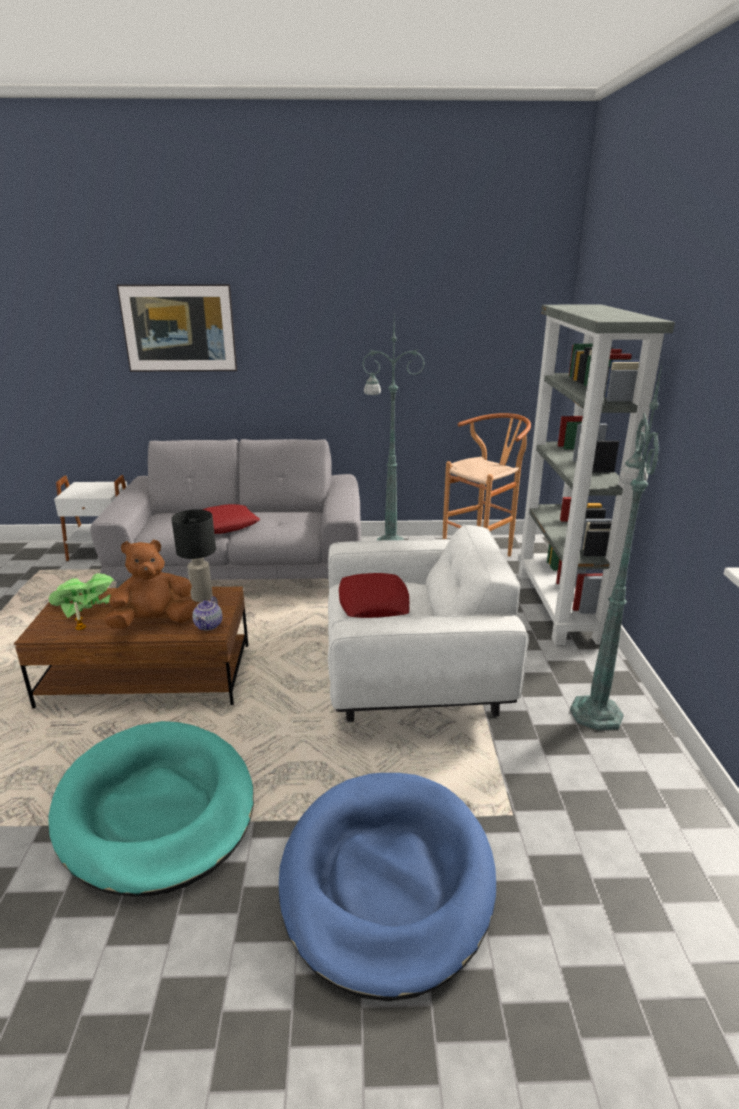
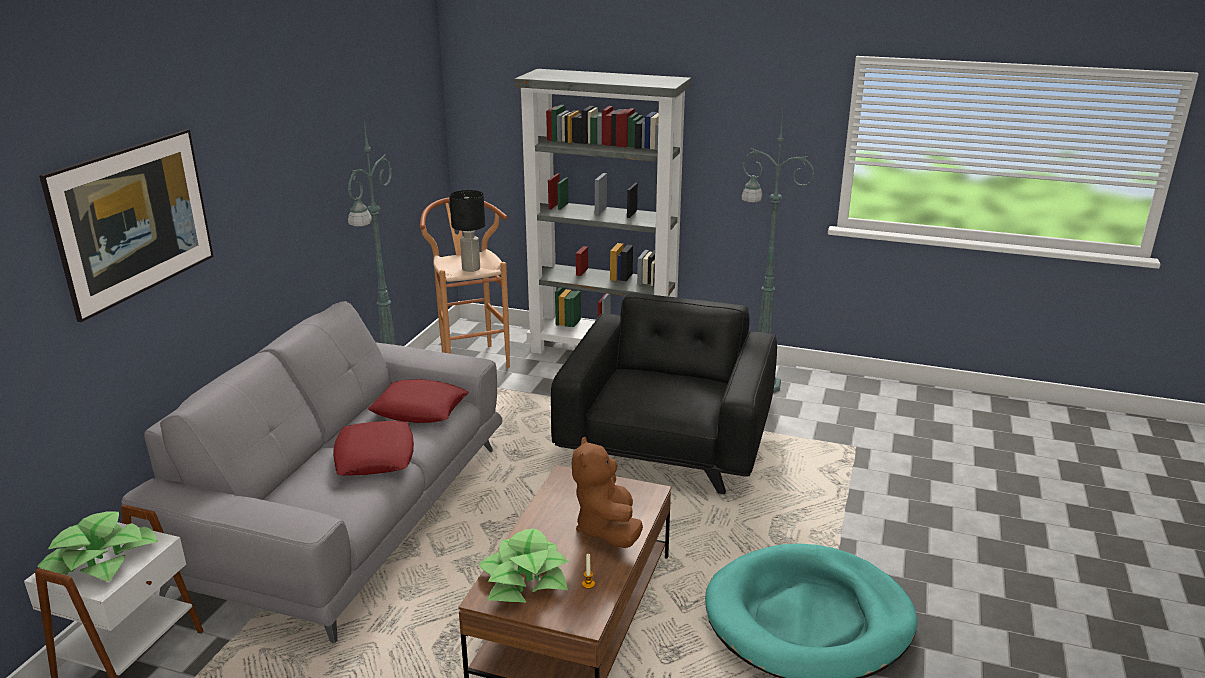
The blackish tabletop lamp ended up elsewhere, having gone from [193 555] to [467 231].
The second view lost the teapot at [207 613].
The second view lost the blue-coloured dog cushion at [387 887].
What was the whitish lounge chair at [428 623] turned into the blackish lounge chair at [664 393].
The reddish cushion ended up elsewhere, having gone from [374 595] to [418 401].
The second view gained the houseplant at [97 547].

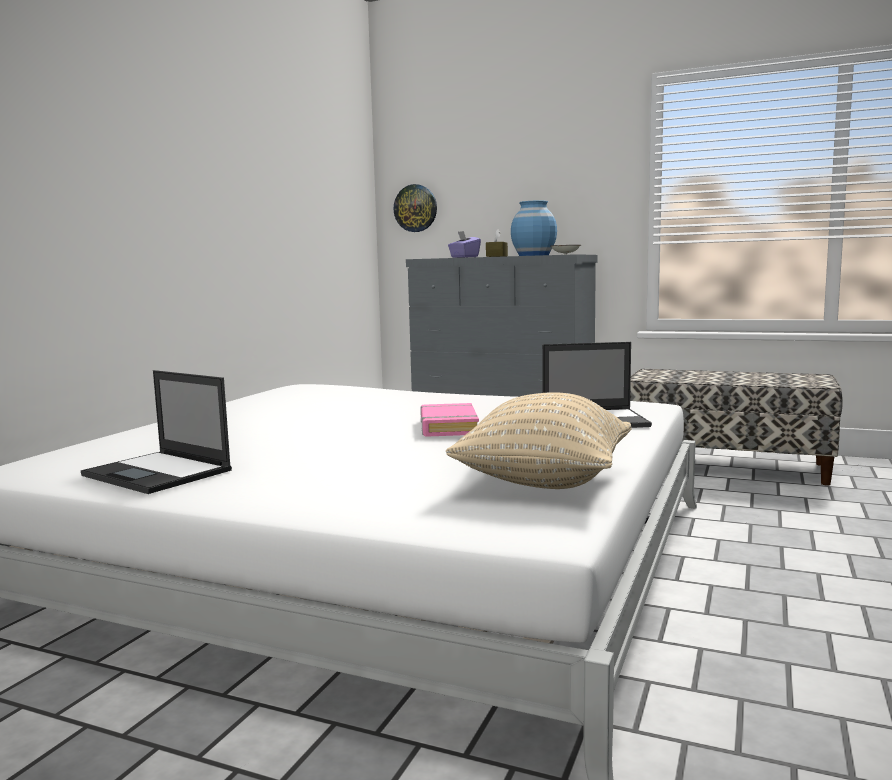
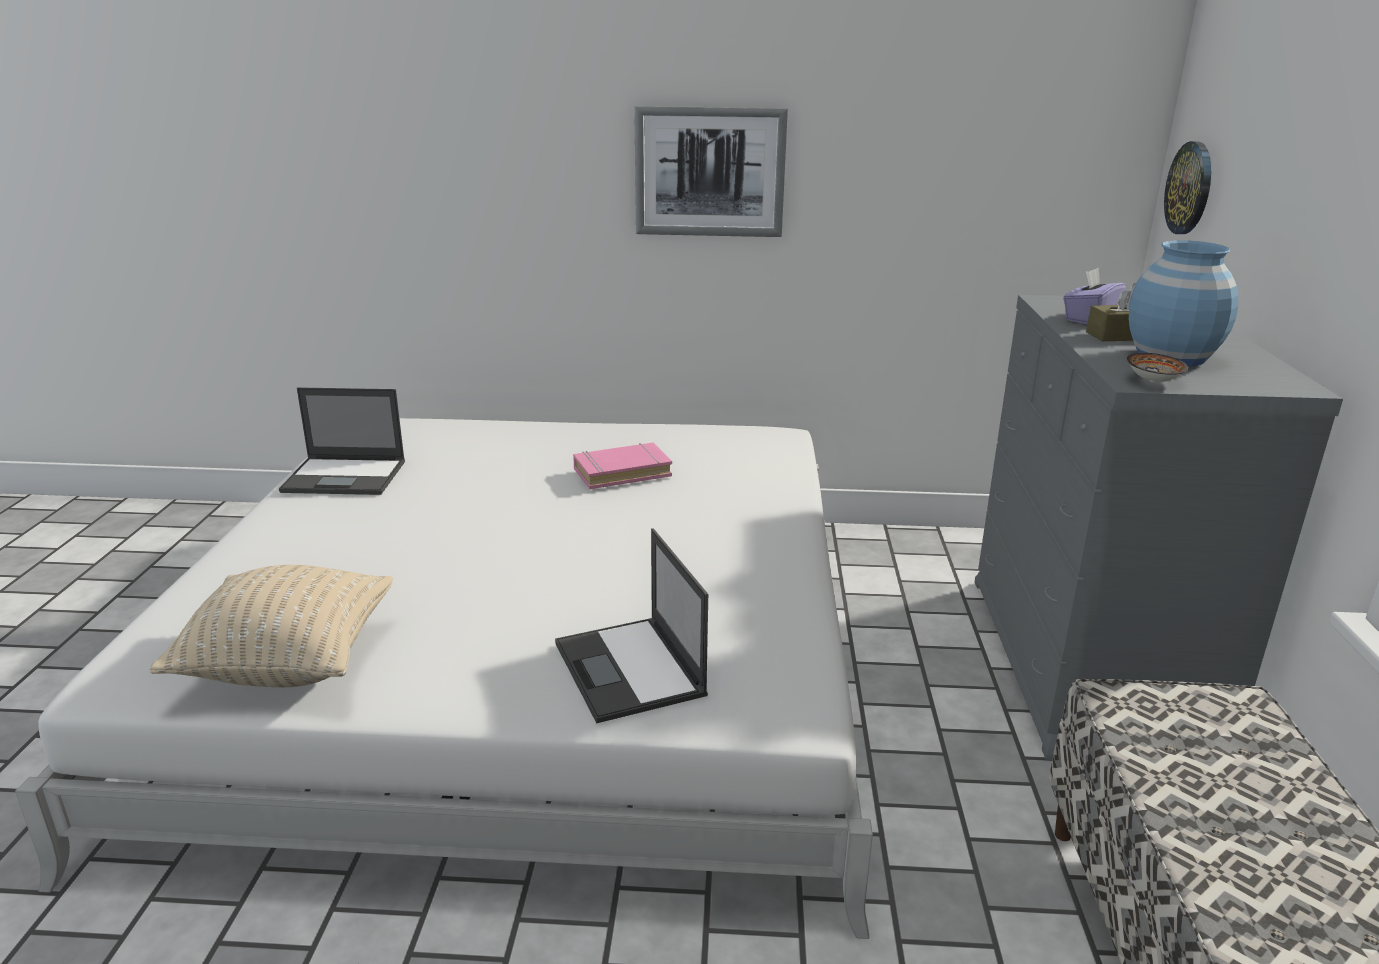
The laptop at [156 432] ended up facing another way, 105 degrees counterclockwise from before.
The pinkish volume ended up elsewhere, having gone from [449 420] to [622 466].
The second view gained the wall picture at [711 171].

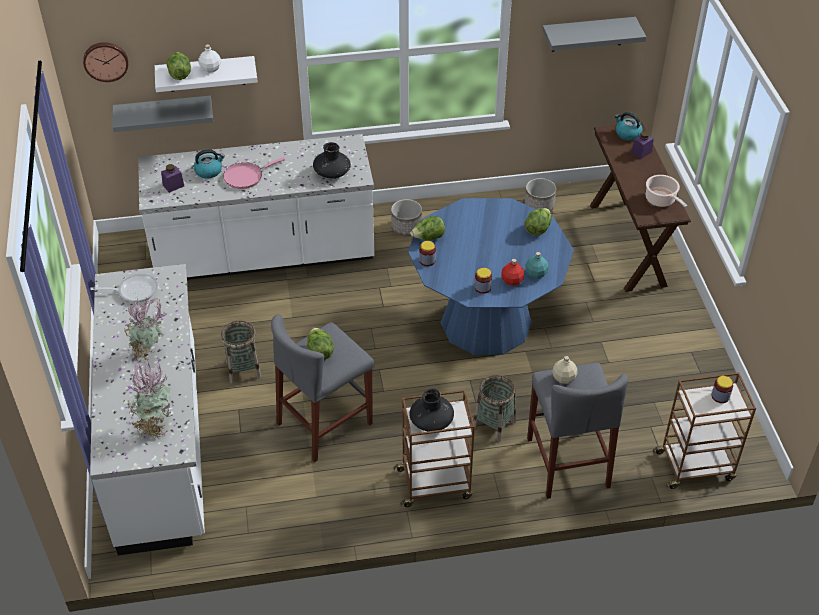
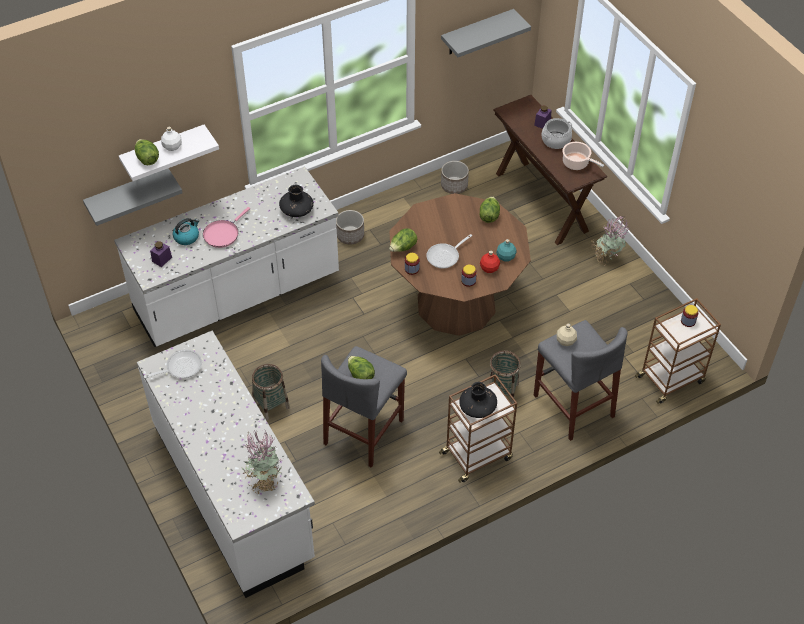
The second view lost the hanging clock at [105 62].
The houseplant ended up elsewhere, having gone from [145 330] to [610 241].
What was the blue-coloured dining table at [491 276] turned into the brownish dining table at [460 264].
The second view lost the kettle at [629 126].
The second view gained the pan at [449 251].
The second view gained the cooking pot at [556 133].

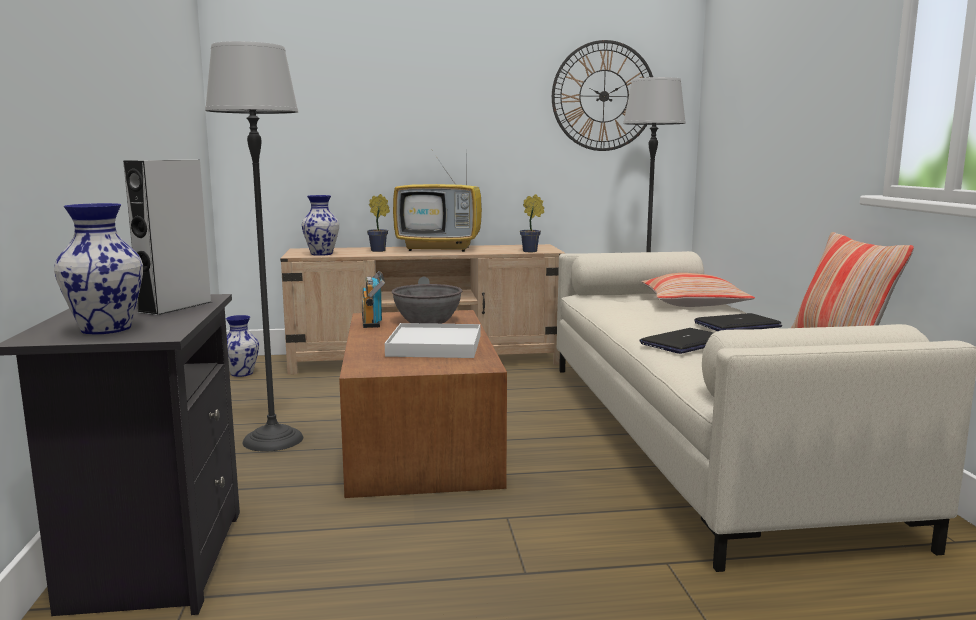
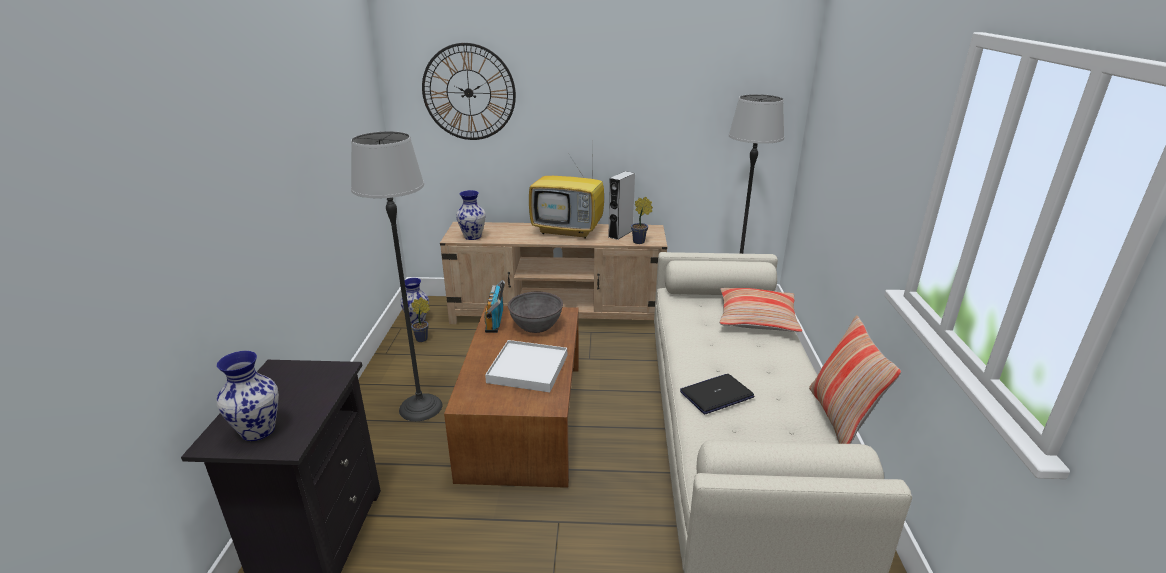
The grey speaker ended up elsewhere, having gone from [167 237] to [621 205].
The houseplant ended up elsewhere, having gone from [378 223] to [420 319].
The hanging clock ended up elsewhere, having gone from [602 95] to [469 91].
The second view lost the laptop at [738 322].

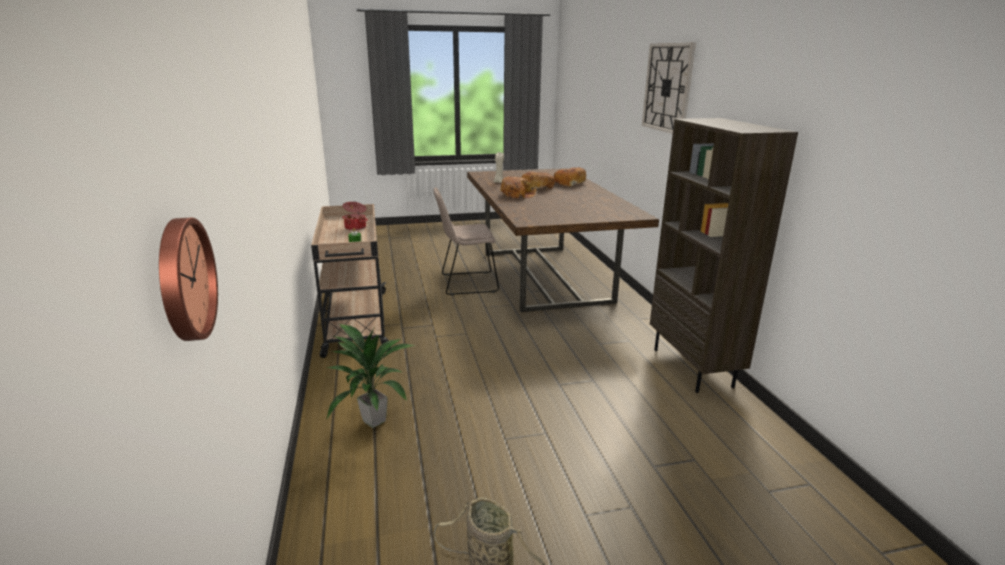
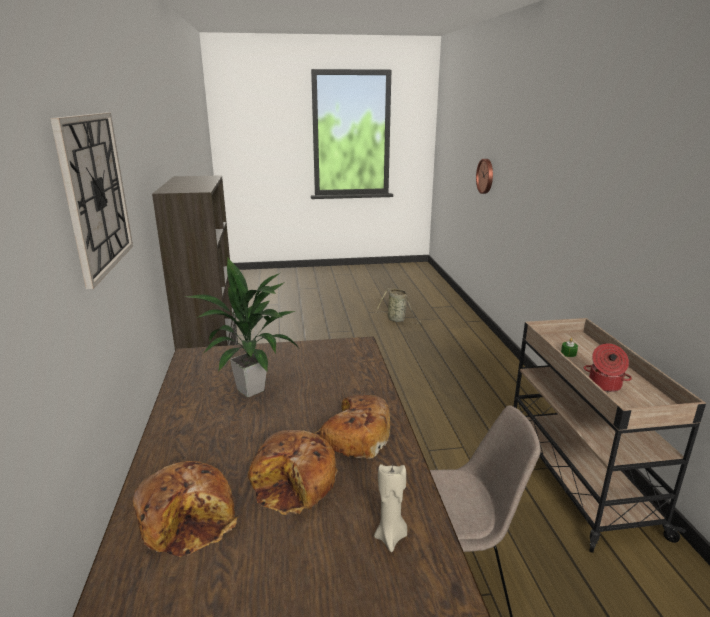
The houseplant ended up elsewhere, having gone from [370 376] to [240 327].

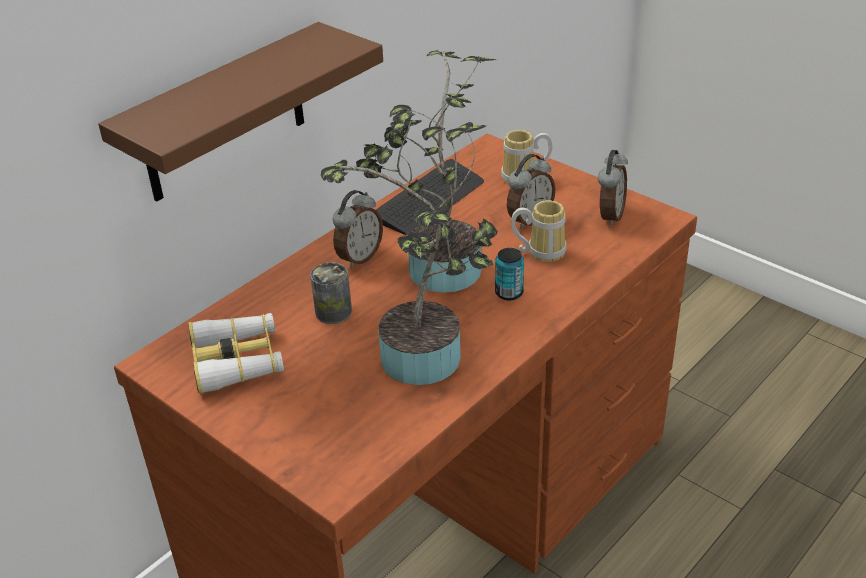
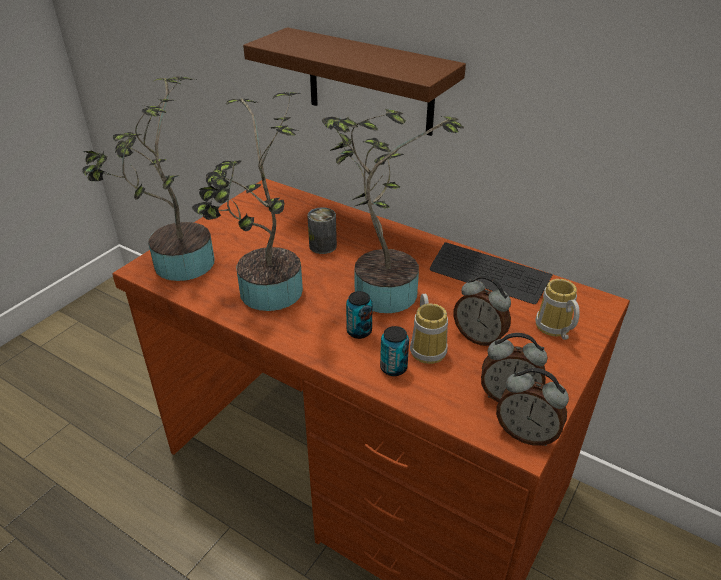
The second view lost the binoculars at [236 353].
The table clock ended up elsewhere, having gone from [358 229] to [532 407].
The second view gained the houseplant at [148 178].
The second view gained the metal can at [394 351].

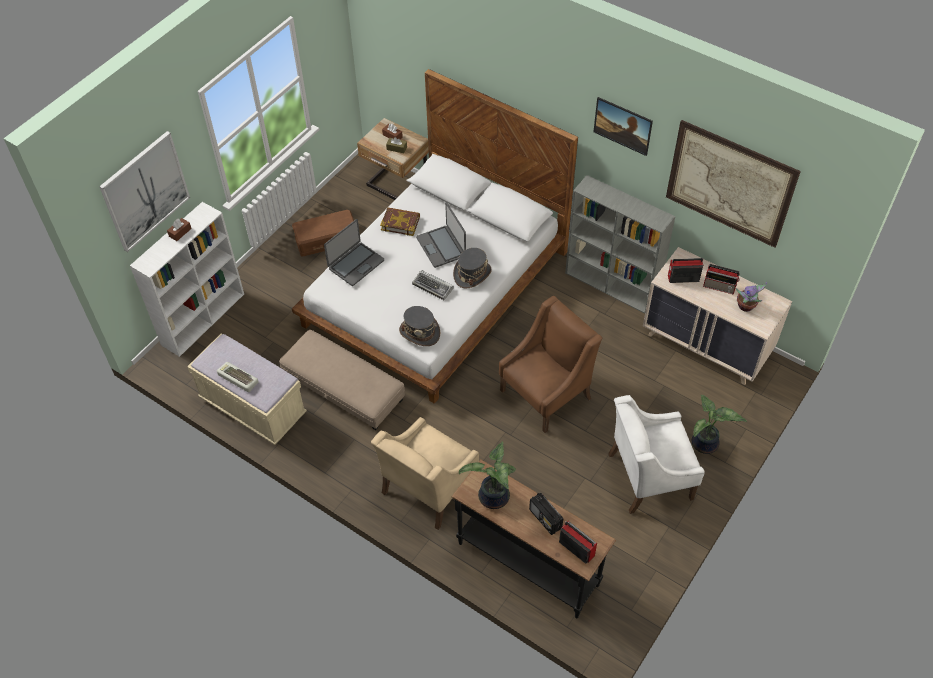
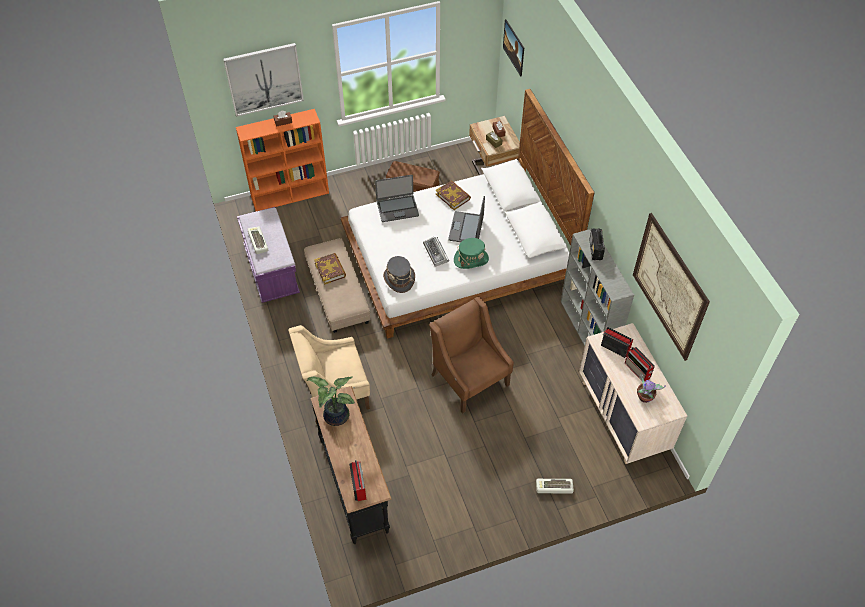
What was the whitish bookshelf at [187 279] turned into the orange bookshelf at [282 160].
What was the sand-coloured indoor bench at [247 389] turned into the purple indoor bench at [268 255].
What was the grey clothing hat at [472 268] turned into the greenish clothing hat at [471 253].
The brownish lounge chair at [550 364] ended up facing another way, 120 degrees counterclockwise from before.
The radio receiver ended up elsewhere, having gone from [546 513] to [597 244].
The wall picture ended up elsewhere, having gone from [623 126] to [513 47].
The second view lost the whitish lounge chair at [656 454].
Where the houseplant stood at [719 424], the PC keyboard came to stand at [555 486].
The second view gained the volume at [330 268].

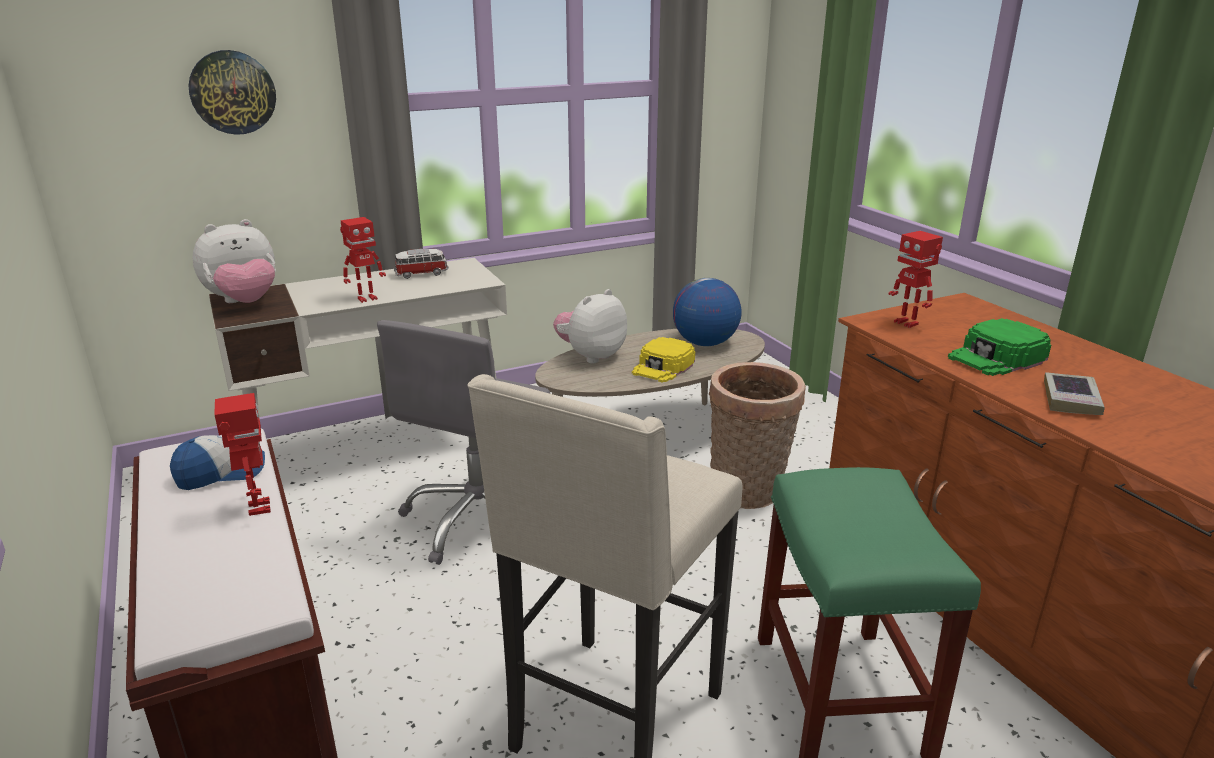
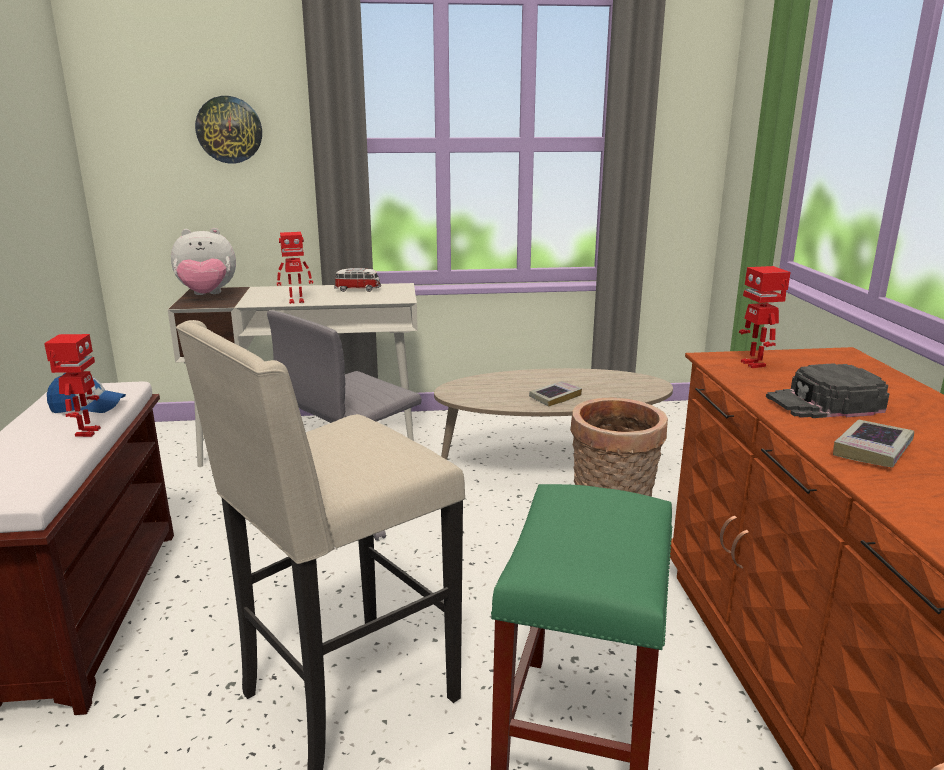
The second view lost the cuddly toy at [590 326].
Where the yellow-coloured cap stood at [663 360], the volume came to stand at [555 394].
The second view lost the globe at [707 312].
What was the greenish cap at [999 347] turned into the blackish cap at [827 390].

